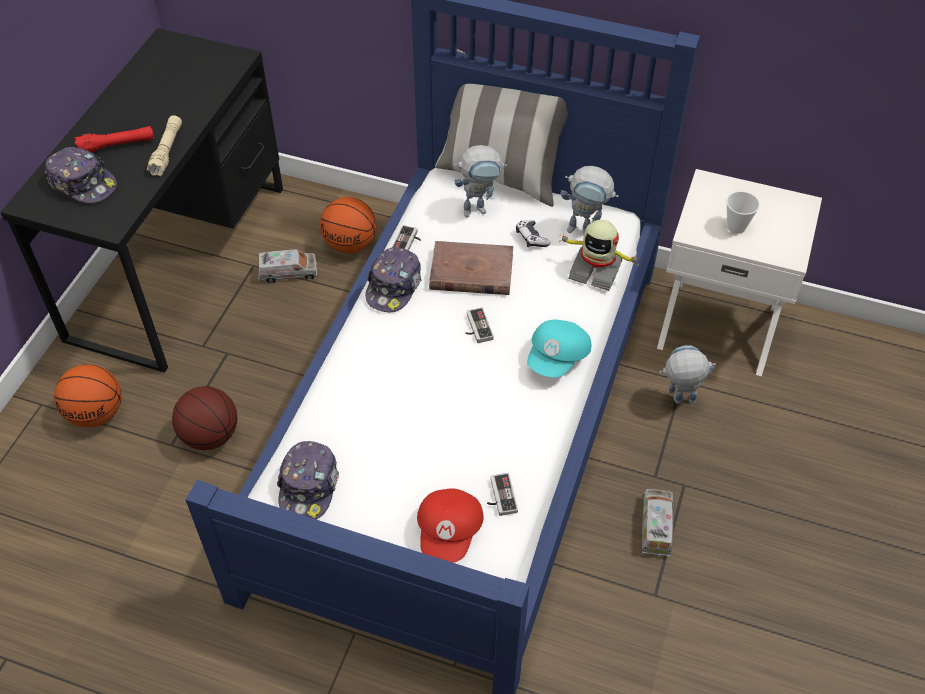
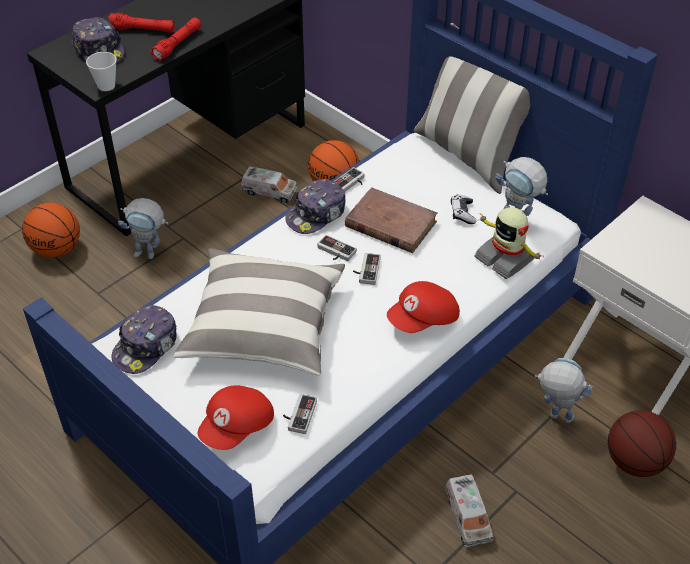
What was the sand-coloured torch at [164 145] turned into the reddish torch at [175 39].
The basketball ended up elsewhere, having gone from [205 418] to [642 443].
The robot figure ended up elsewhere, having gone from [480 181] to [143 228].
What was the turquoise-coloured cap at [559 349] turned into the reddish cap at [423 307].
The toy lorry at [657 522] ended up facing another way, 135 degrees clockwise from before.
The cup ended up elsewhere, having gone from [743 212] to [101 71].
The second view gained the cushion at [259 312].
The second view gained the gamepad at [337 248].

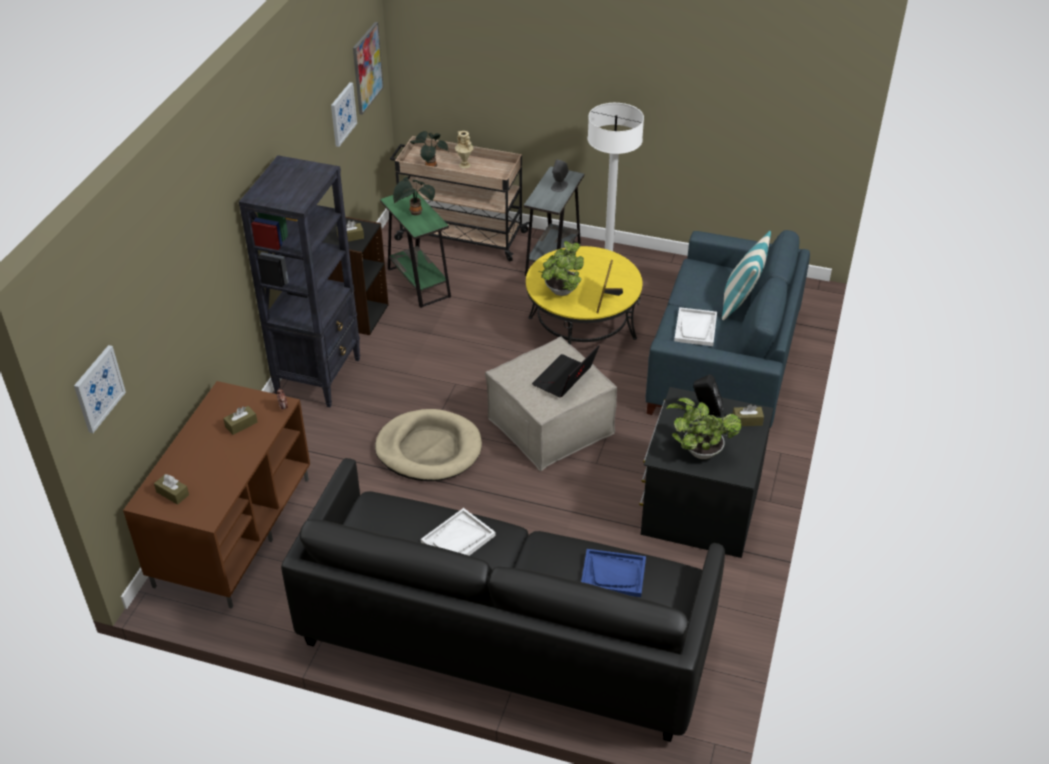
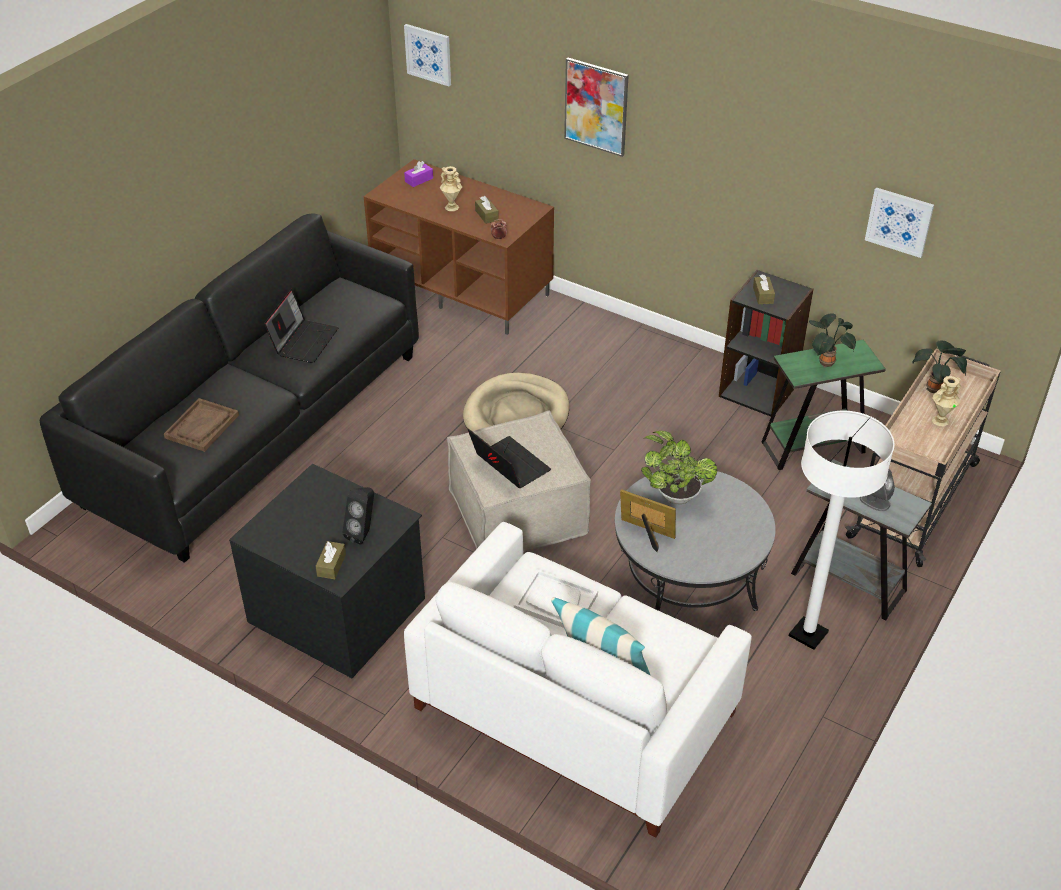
What was the brownish box of tissues at [171 489] turned into the purple box of tissues at [418 174].
The second view lost the blackish bookshelf at [299 281].
The wall picture ended up elsewhere, having gone from [368 68] to [596 107].
Where the whitish carrying tray stood at [458 532], the laptop came to stand at [301 326].
What was the yellow-coloured coffee table at [584 295] turned into the grey coffee table at [695 541].
What was the blue-coloured carrying tray at [613 573] turned into the brownish carrying tray at [201 425].
What was the blue-coloured settee at [727 329] turned into the whitish settee at [578 680].
The second view lost the houseplant at [704 428].
The second view gained the sand-coloured vase at [451 188].

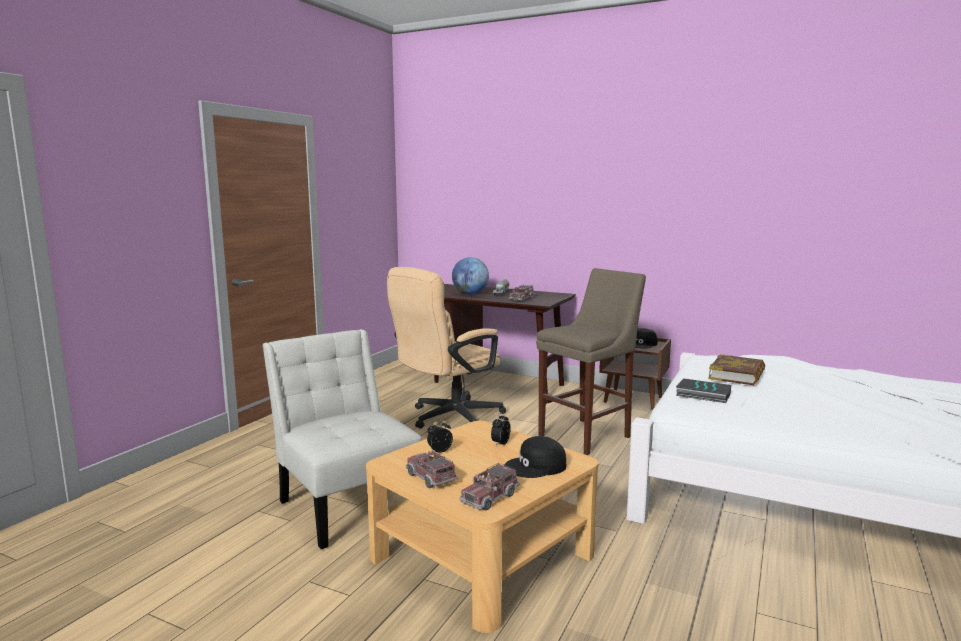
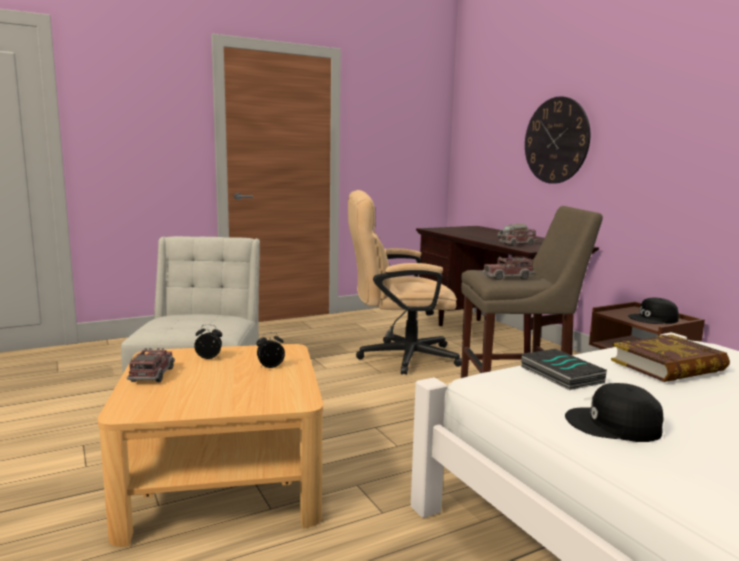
The second view lost the globe at [470 275].
The toy lorry ended up elsewhere, having gone from [490 487] to [508 268].
The blackish cap ended up elsewhere, having gone from [535 457] to [614 412].
The second view gained the hanging clock at [557 140].

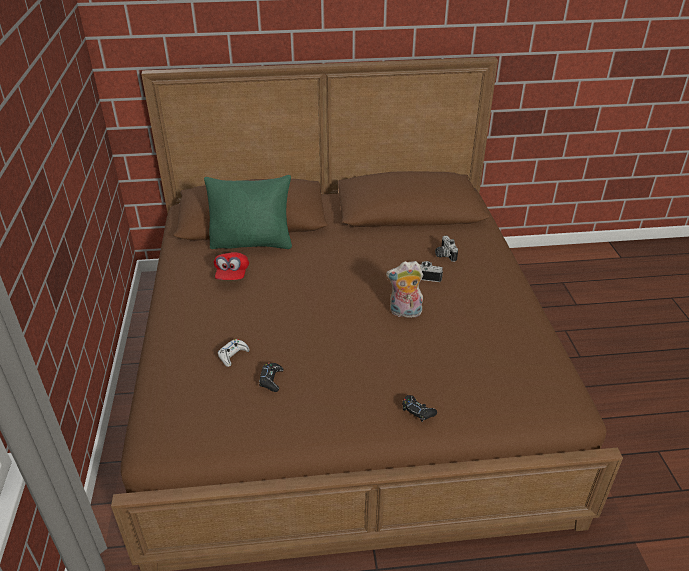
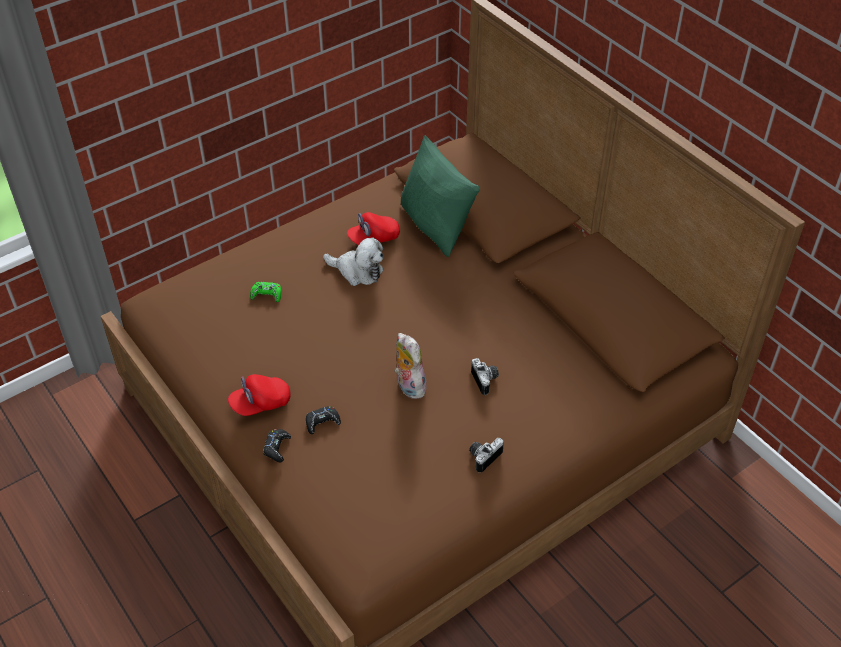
What was the whitish gamepad at [234 353] turned into the greenish gamepad at [265 292].
The blackish gamepad ended up elsewhere, having gone from [271 377] to [323 420].
The photo camera ended up elsewhere, having gone from [446 249] to [486 455].
The second view gained the reddish cap at [259 395].
The second view gained the cuddly toy at [353 262].

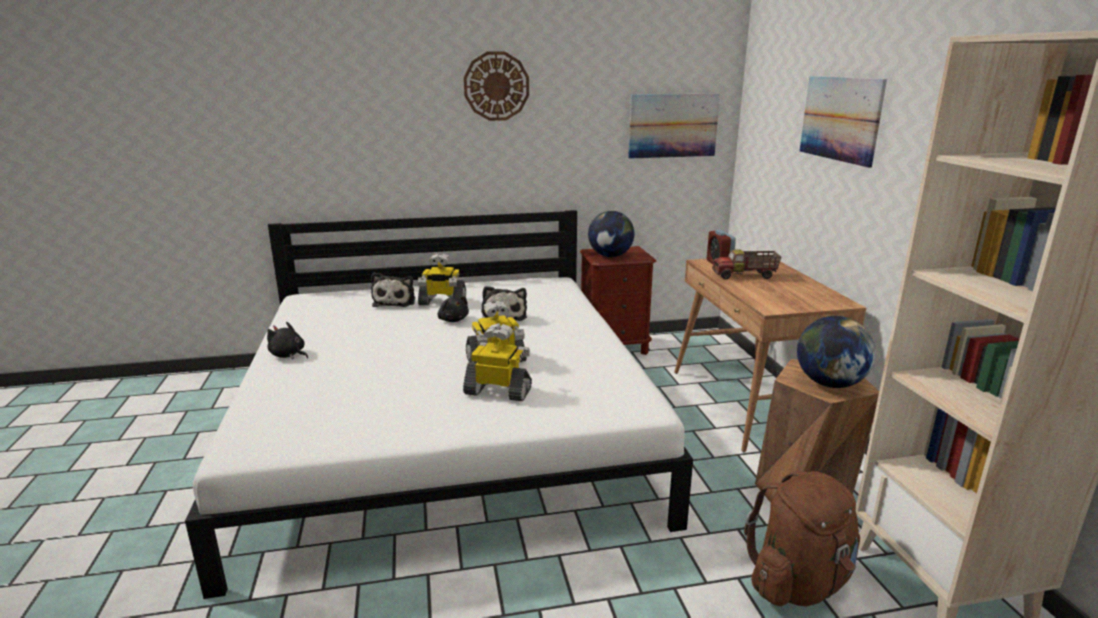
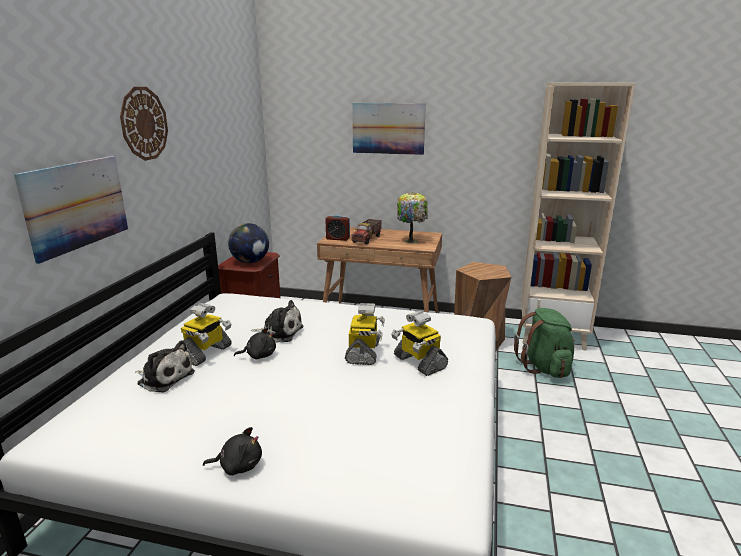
The blackish cuddly toy at [287 340] ended up facing another way, 150 degrees counterclockwise from before.
The robot figure at [497 362] ended up facing another way, 75 degrees counterclockwise from before.
The wall picture ended up elsewhere, having gone from [674 126] to [71 210].
What was the brownish knapsack at [802 539] turned into the greenish knapsack at [544 343].
The second view lost the globe at [836 352].
The second view gained the tabletop lamp at [412 218].

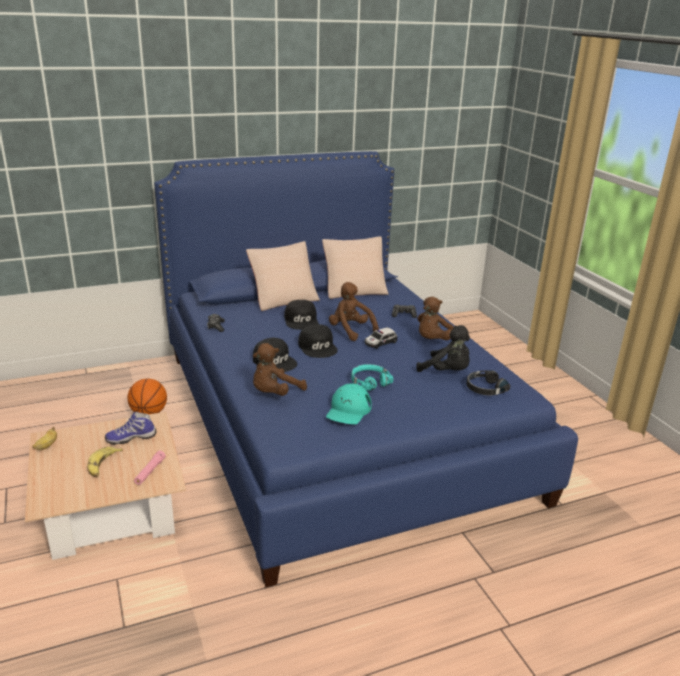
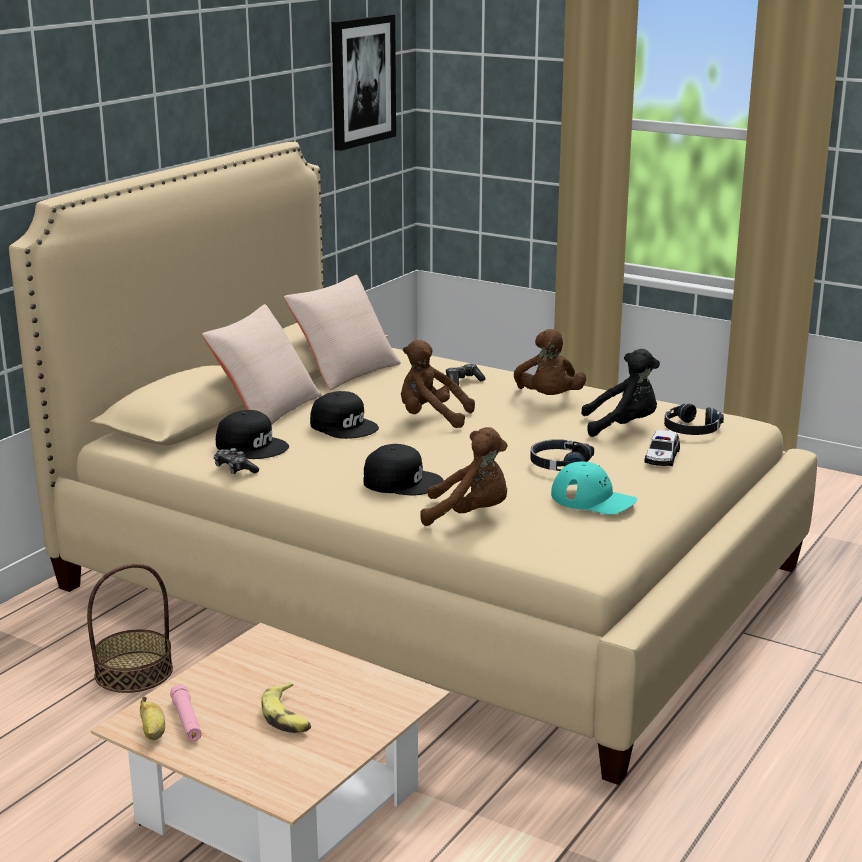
The second view lost the low shoe at [131 428].
Where the basketball stood at [147 396], the household basket came to stand at [130 628].
The pinkish torch ended up elsewhere, having gone from [150 468] to [186 712].
What was the blue-coloured bed at [366 369] turned into the sand-coloured bed at [413 463].
The brownish cuddly toy at [280 369] ended up facing another way, 90 degrees counterclockwise from before.
The blackish cap ended up elsewhere, having gone from [318 341] to [252 434].
The turquoise-coloured cap at [349 404] ended up facing another way, 45 degrees counterclockwise from before.
What was the turquoise-coloured headset at [372 377] turned into the blackish headset at [562 455].
The toy car ended up elsewhere, having gone from [380 338] to [662 448].
The second view gained the wall picture at [364 82].

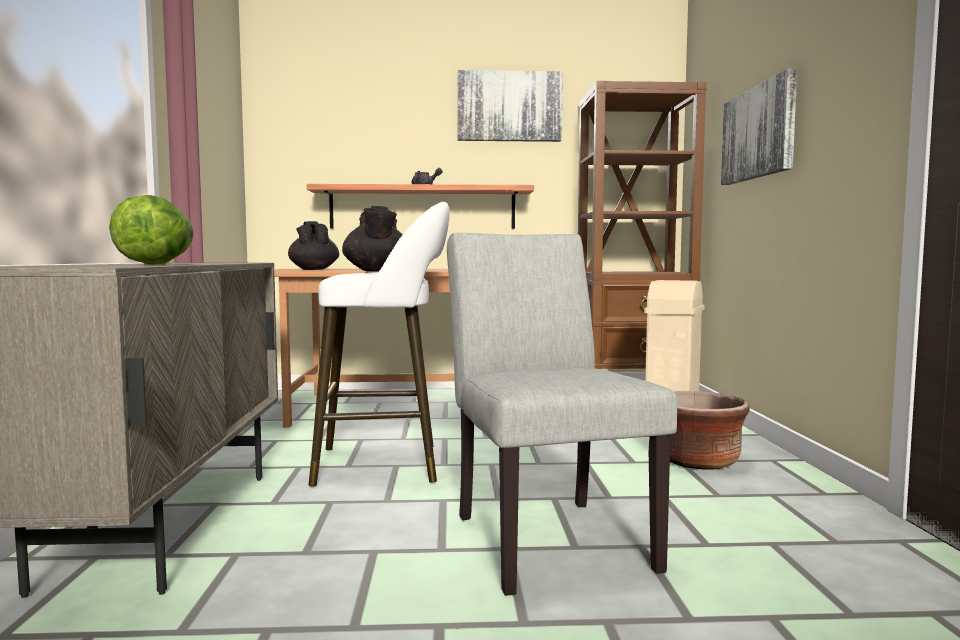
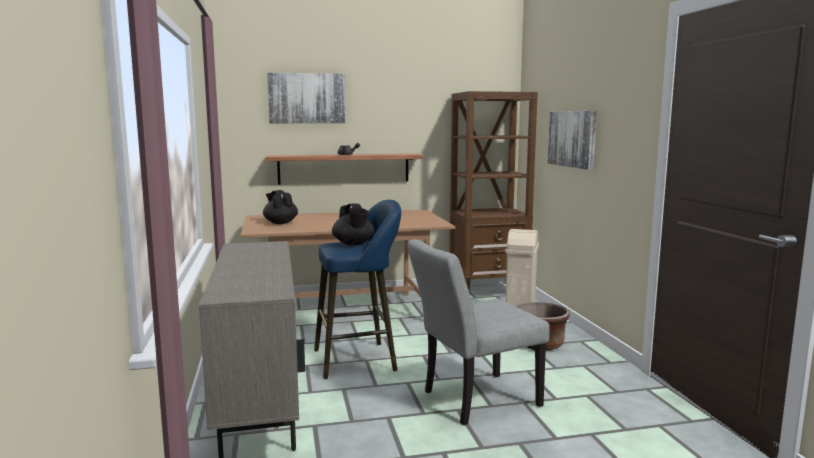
The second view lost the lettuce at [151 230].
What was the whitish stool seat at [379 344] turned into the blue-coloured stool seat at [357 289].
The grey upright chair at [562 414] ended up facing another way, 90 degrees counterclockwise from before.
The wall picture ended up elsewhere, having gone from [510 106] to [306 98].

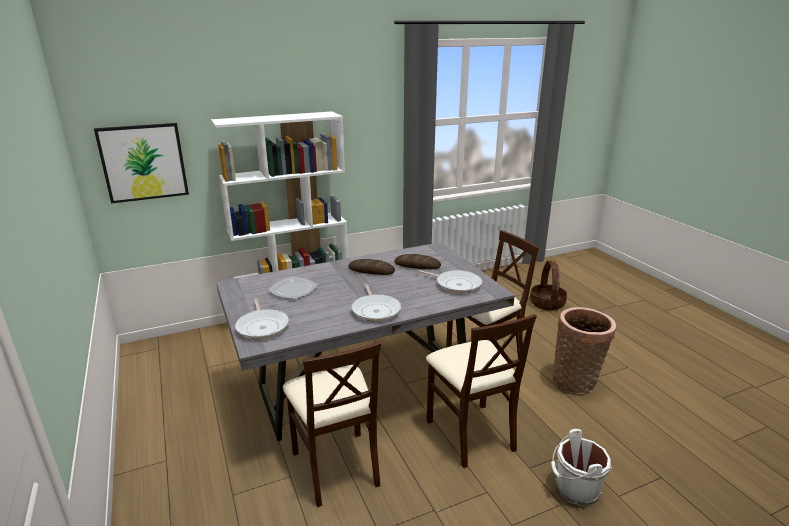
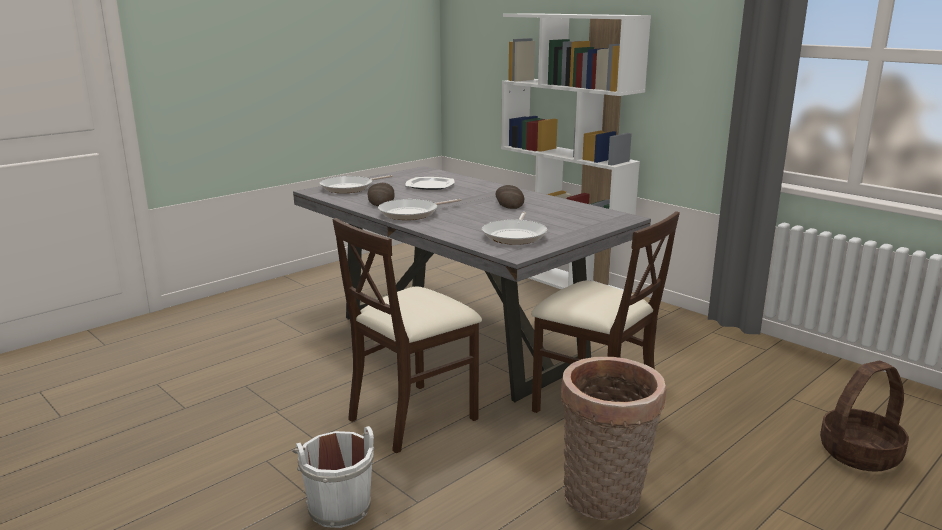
The second view lost the wall picture at [141 163].
The second view lost the sand-coloured upright chair at [332 424].
The bakery bread ended up elsewhere, having gone from [418 261] to [381 194].

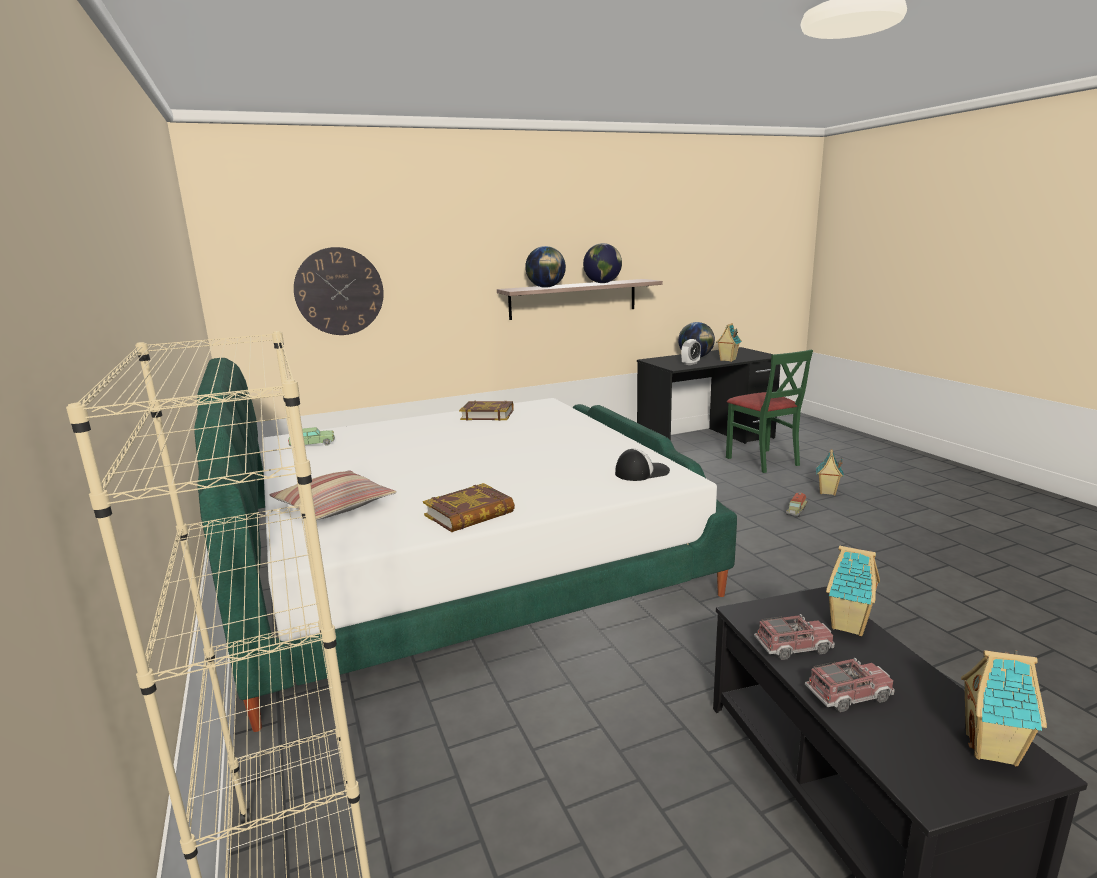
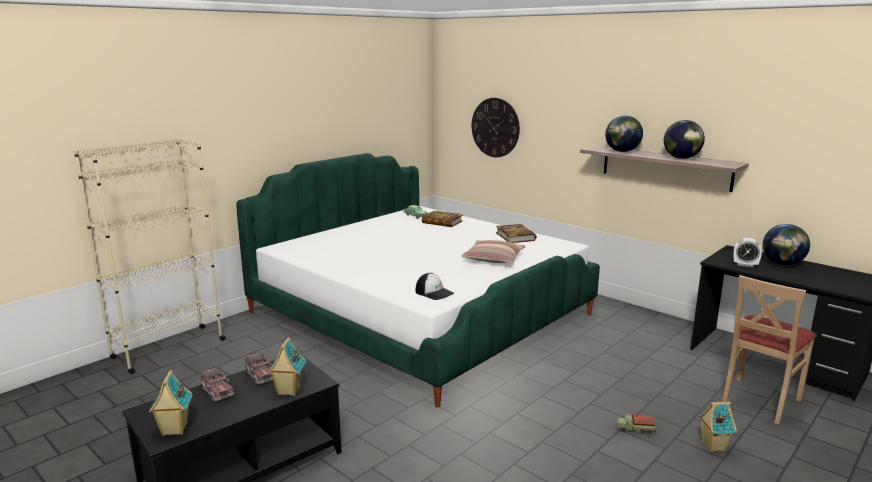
The cushion ended up elsewhere, having gone from [333 495] to [493 251].
The volume ended up elsewhere, having gone from [469 507] to [442 219].
The second view lost the model house at [729 342].
What was the greenish upright chair at [769 411] turned into the sand-coloured upright chair at [769 349].

